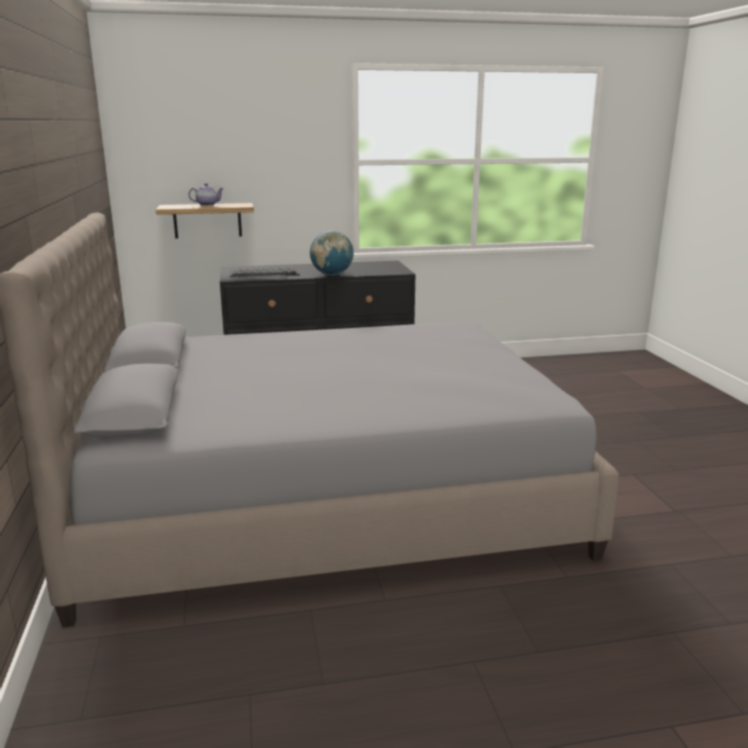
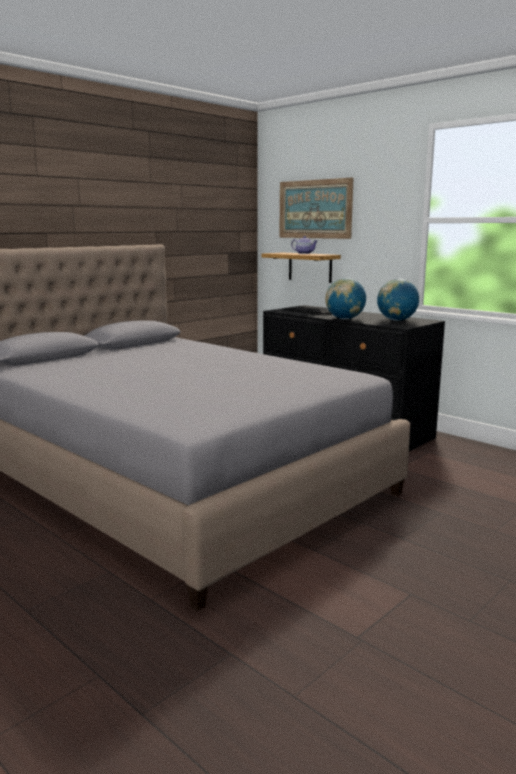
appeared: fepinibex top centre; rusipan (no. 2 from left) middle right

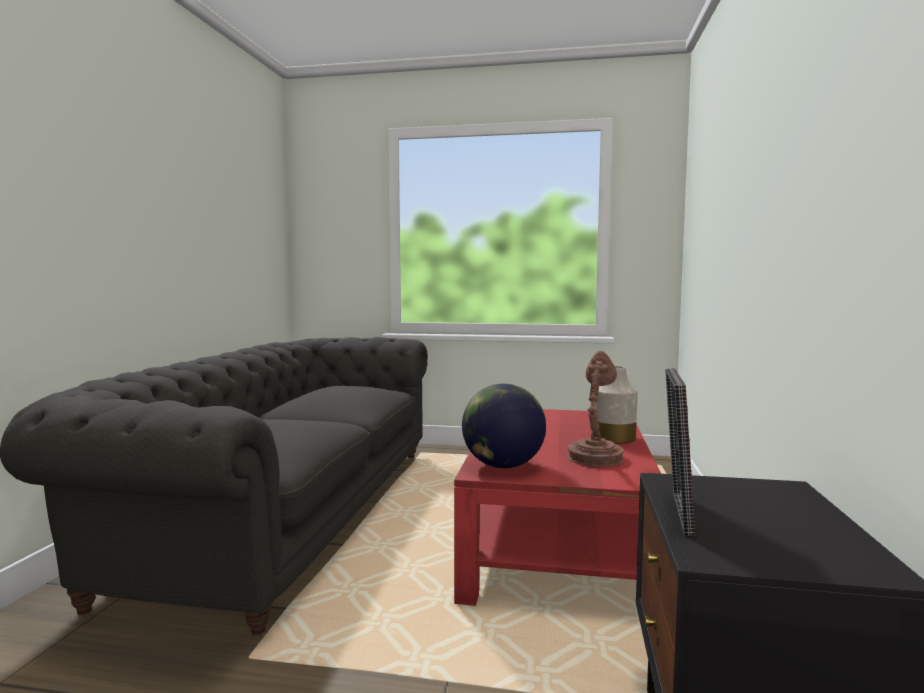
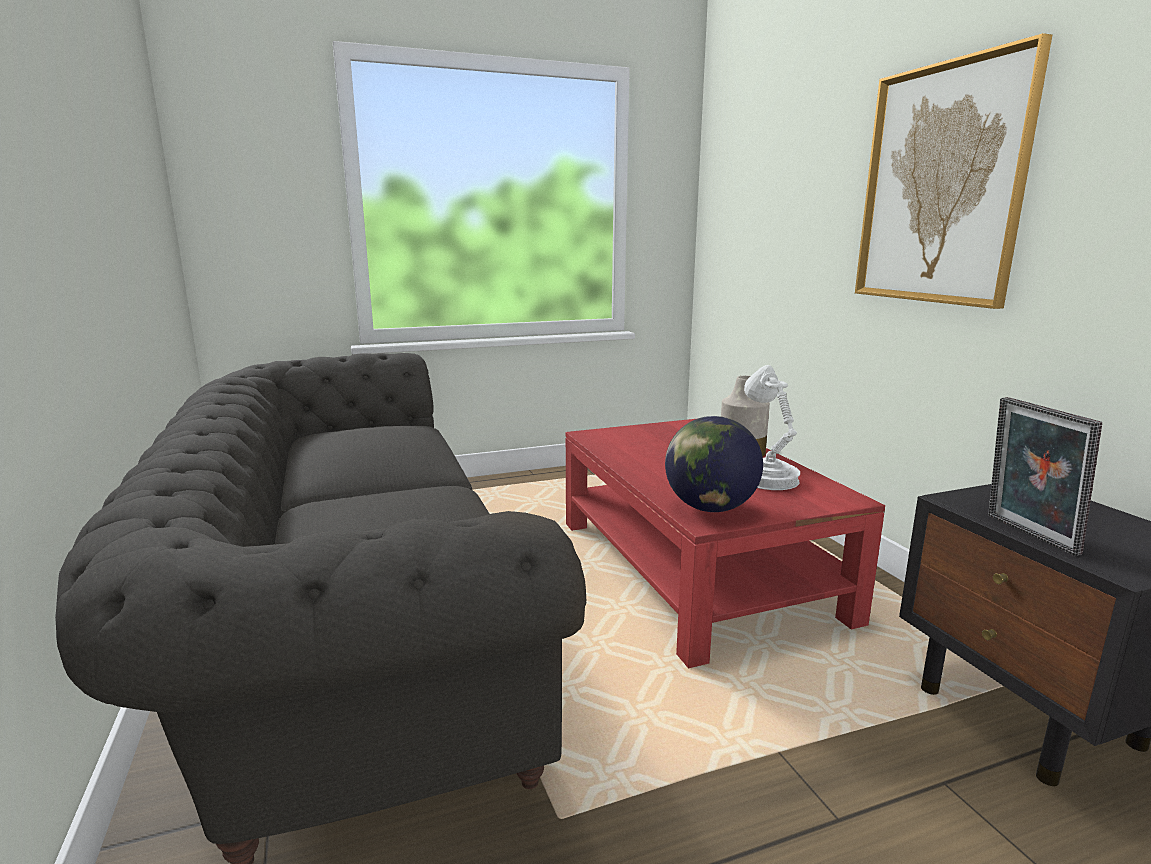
appeared: fepinibex top right
colour: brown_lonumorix centre to white_lonumorix middle right

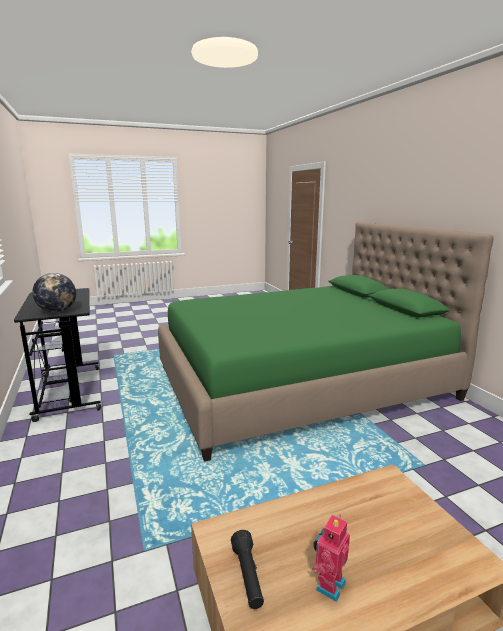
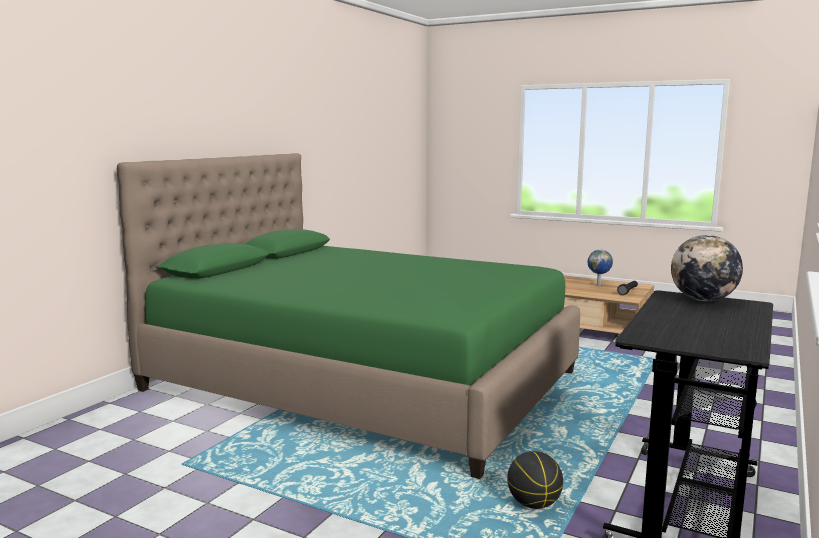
appeared: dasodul bottom centre
exchanged: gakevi bottom centre to rusipan (no. 1 from left) middle right

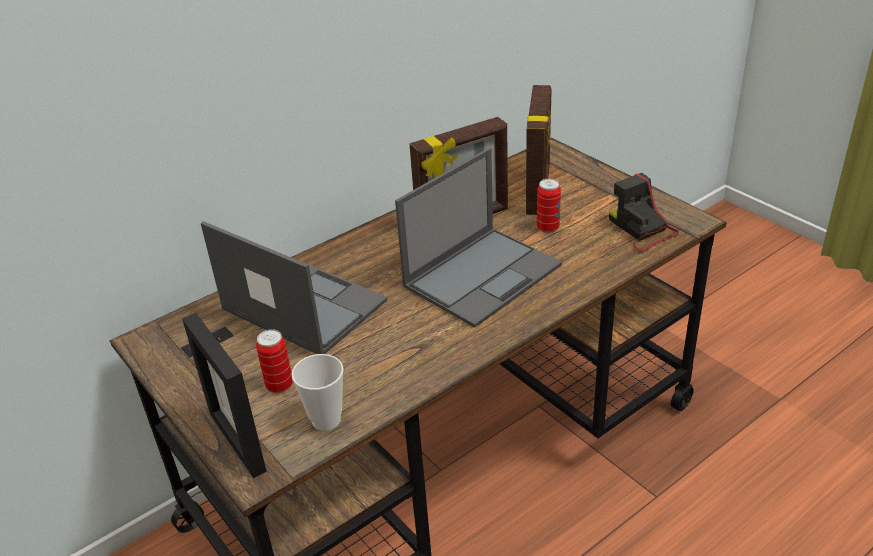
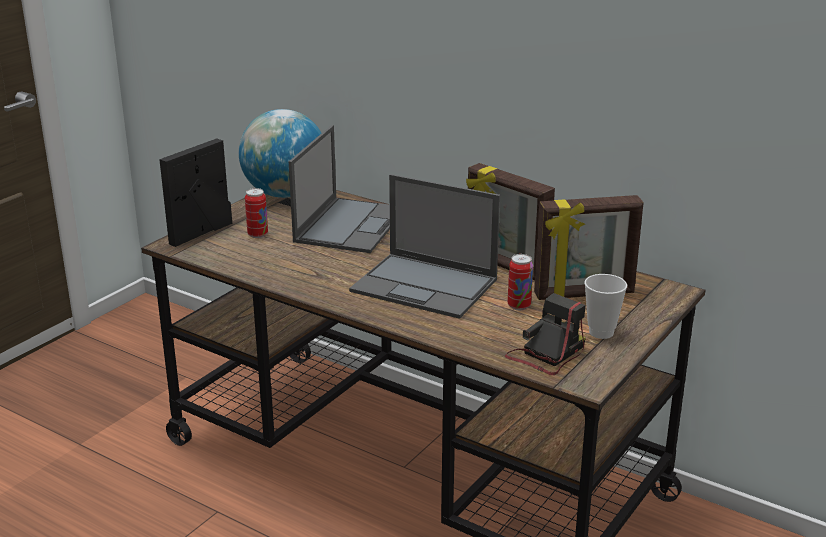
appeared: rusipan top centre
relocated: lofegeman bottom centre to middle right

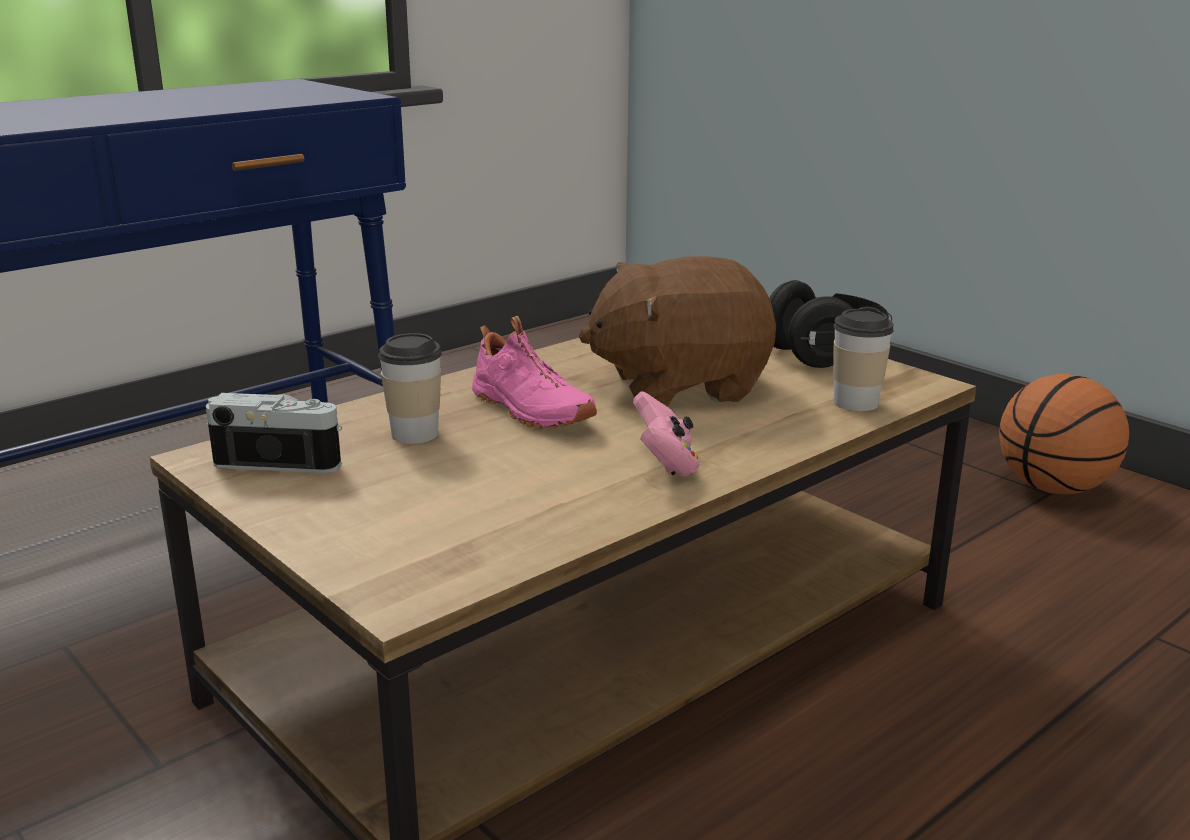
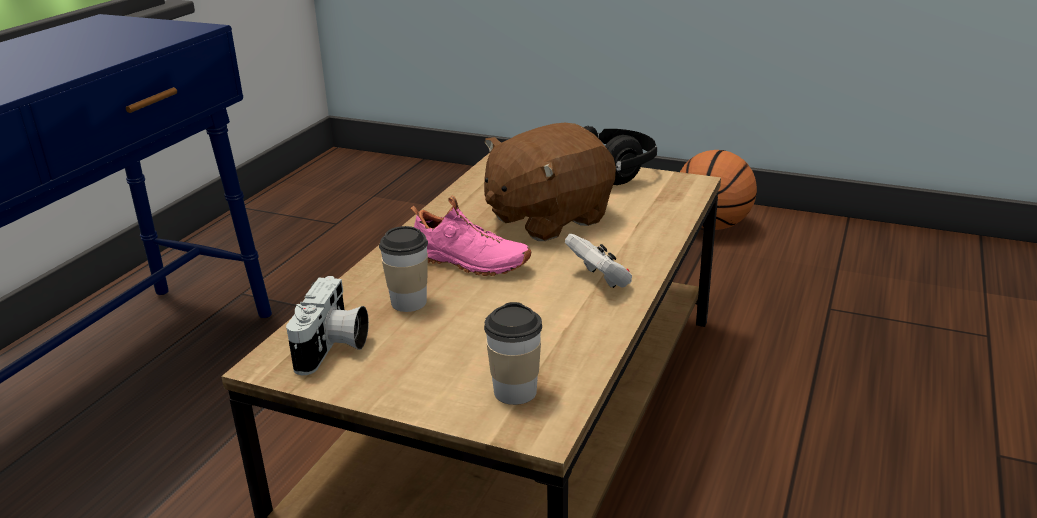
relocated: lofegeman (no. 2 from left) middle right to bottom centre
colour: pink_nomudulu centre to white_nomudulu centre
spun: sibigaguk middle left = middle left 120 degrees clockwise

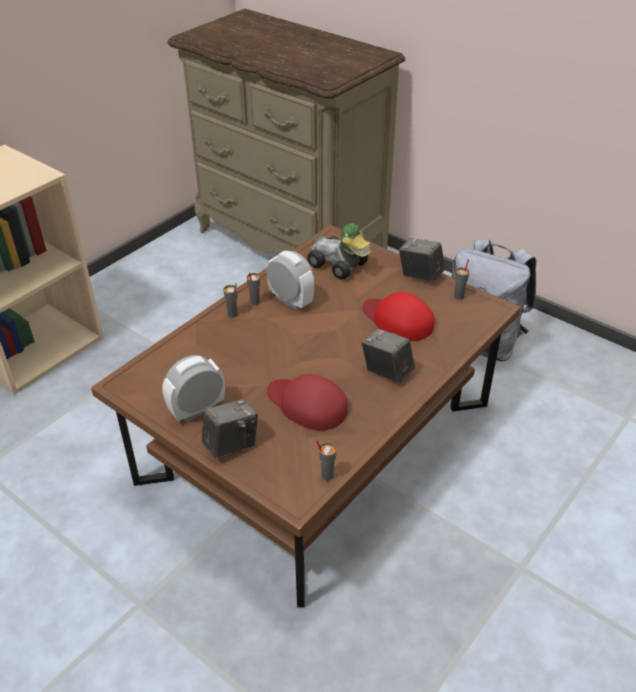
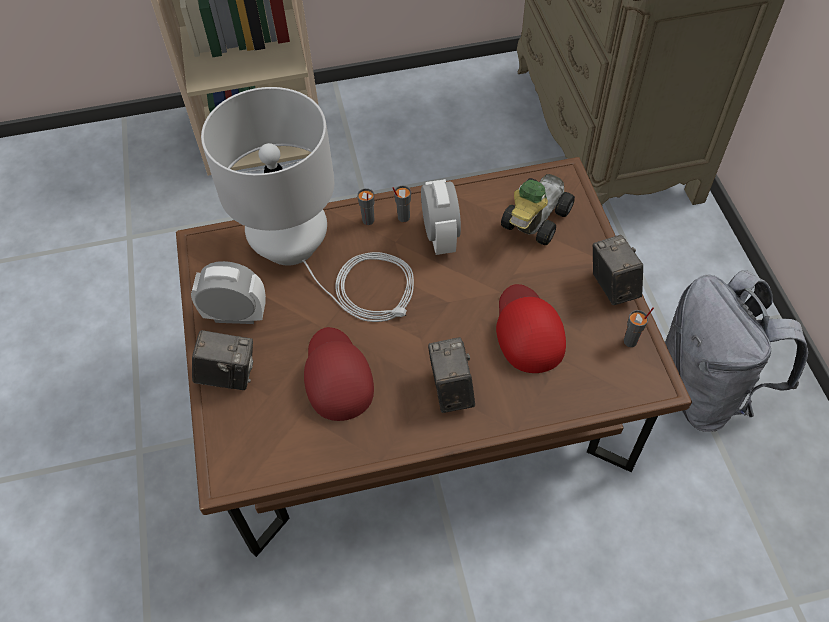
missing: grey_lofegeman (no. 3 from left) centre
appeared: white_lonumorix top centre
spun: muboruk centre = centre 45 degrees clockwise

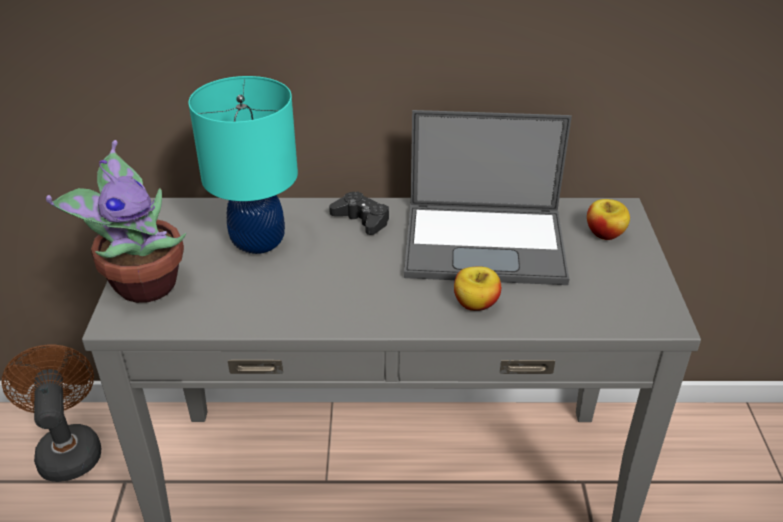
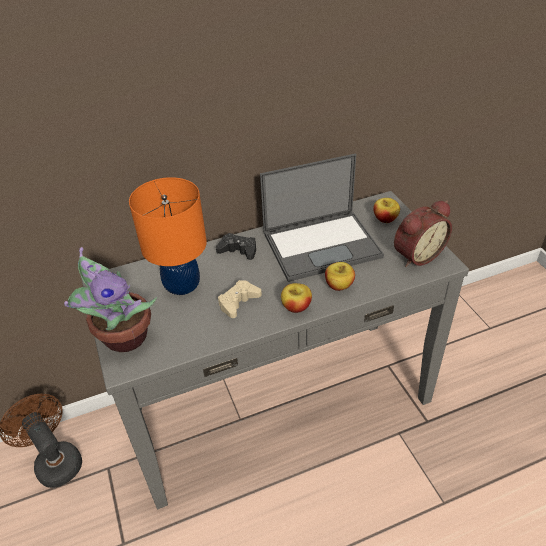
appeared: beige_nomudulu centre; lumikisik (no. 1 from left) centre; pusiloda middle right
colour: turquoise_lonumorix top left to orange_lonumorix middle left

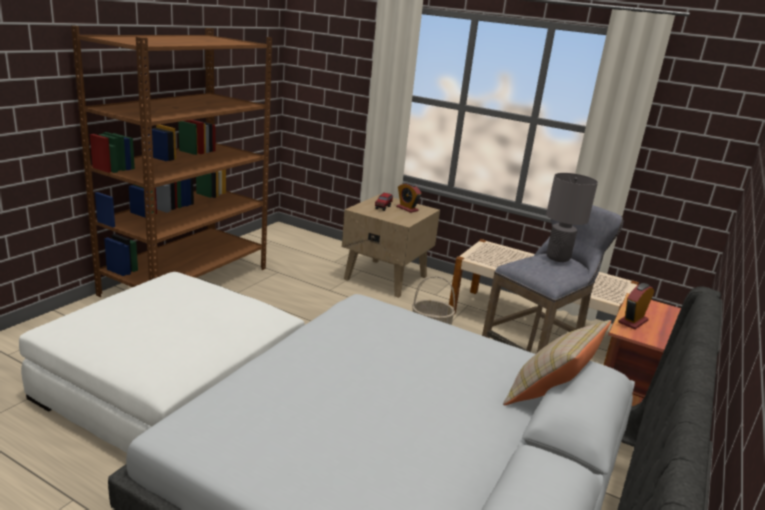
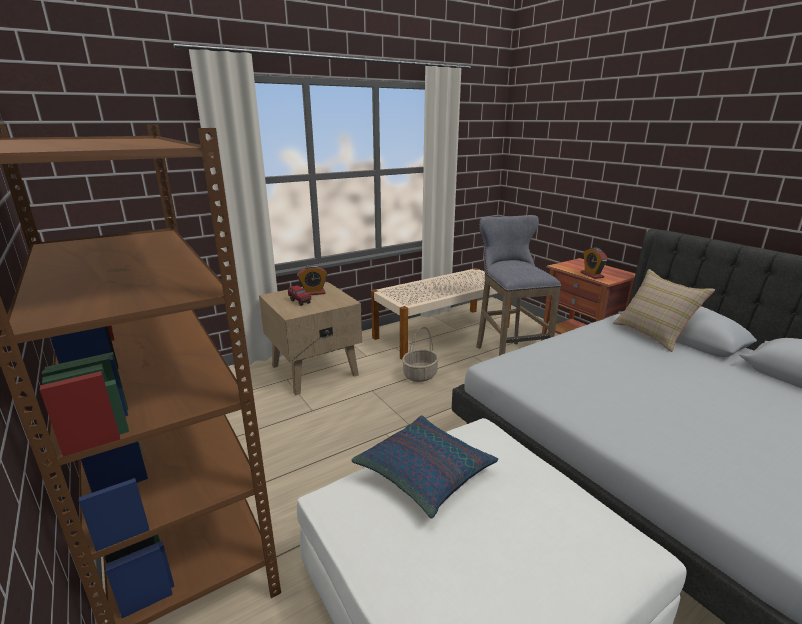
missing: grey_lonumorix middle right
appeared: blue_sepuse bottom centre

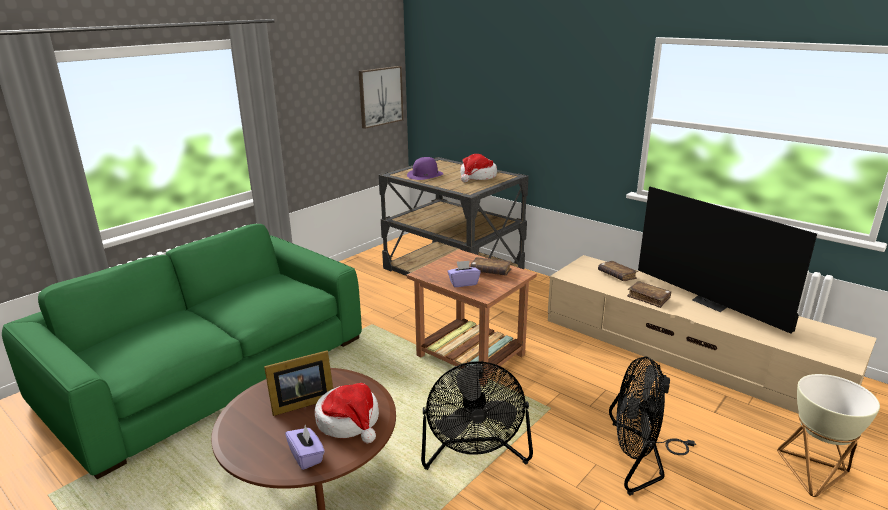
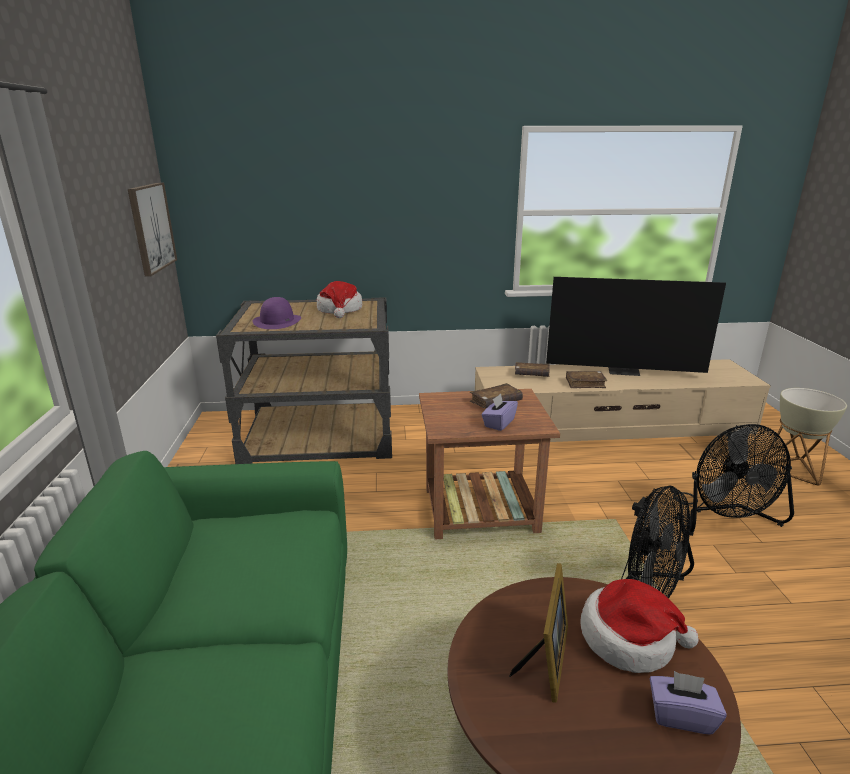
spun: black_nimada (no. 2 from left) bottom right = middle right 60 degrees counterclockwise

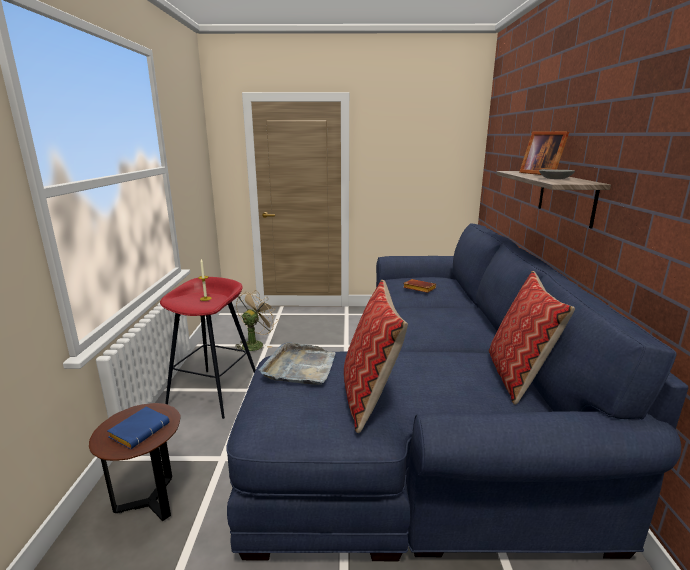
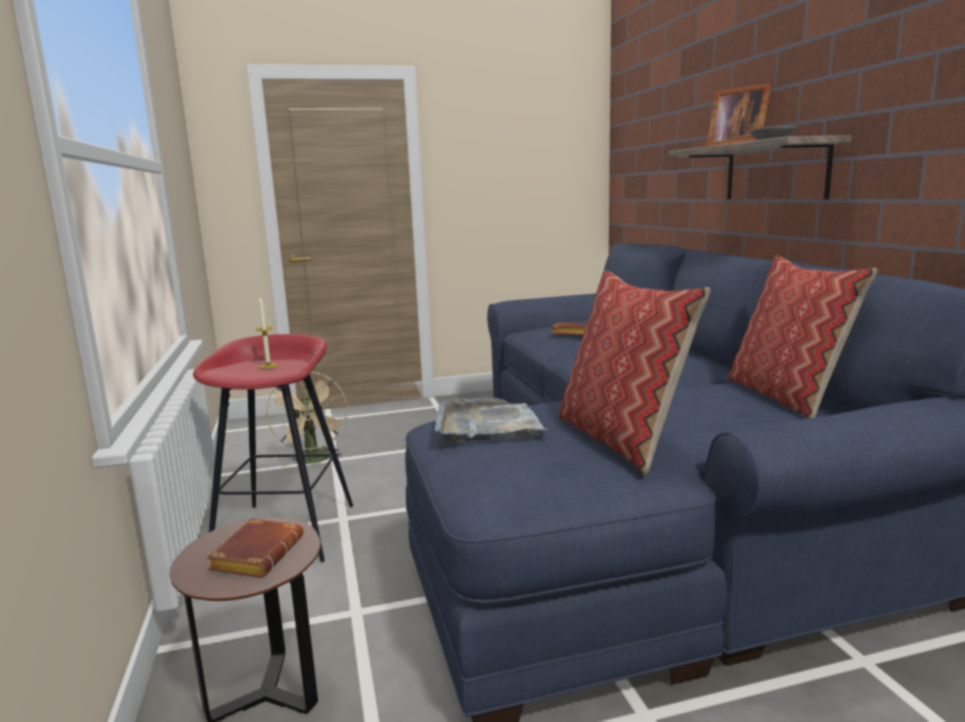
colour: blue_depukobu bottom left to brown_depukobu (no. 1 from left) bottom left
spun: beige_nimada centre = middle left 150 degrees clockwise

